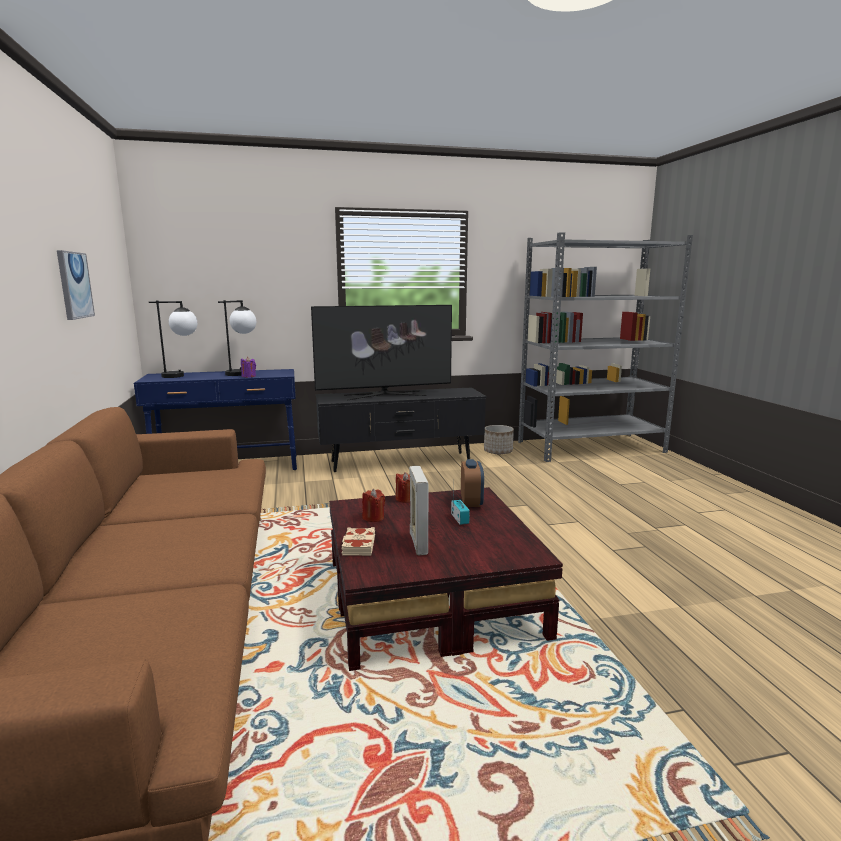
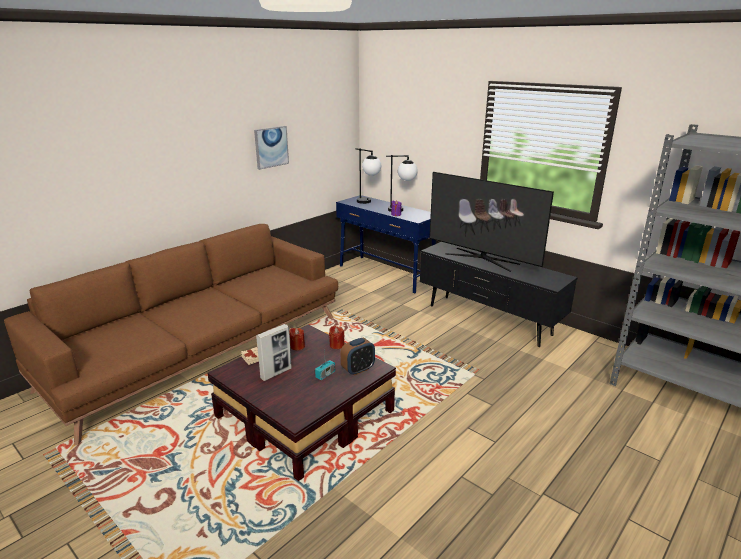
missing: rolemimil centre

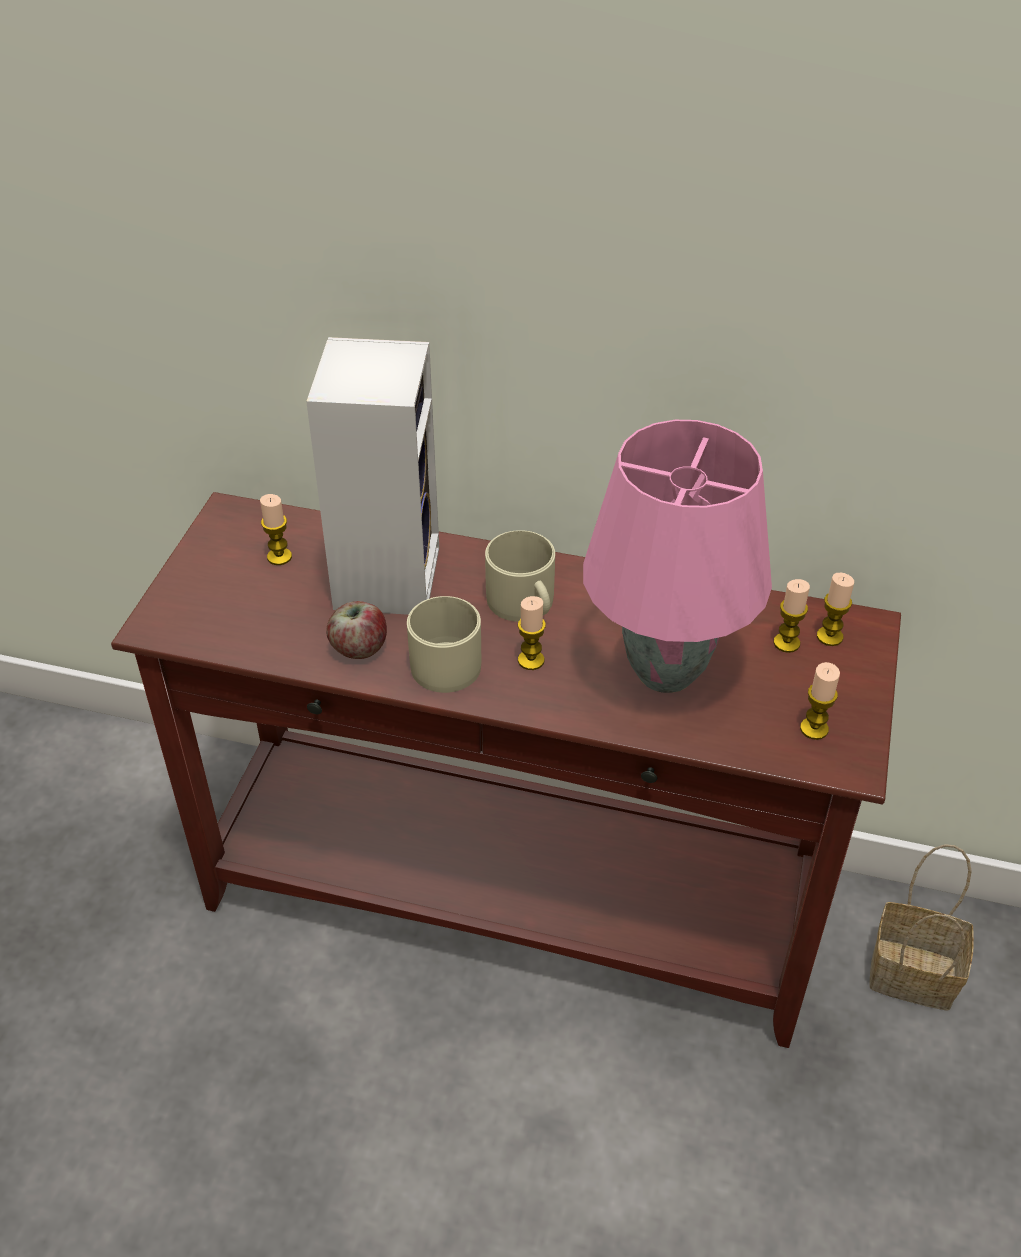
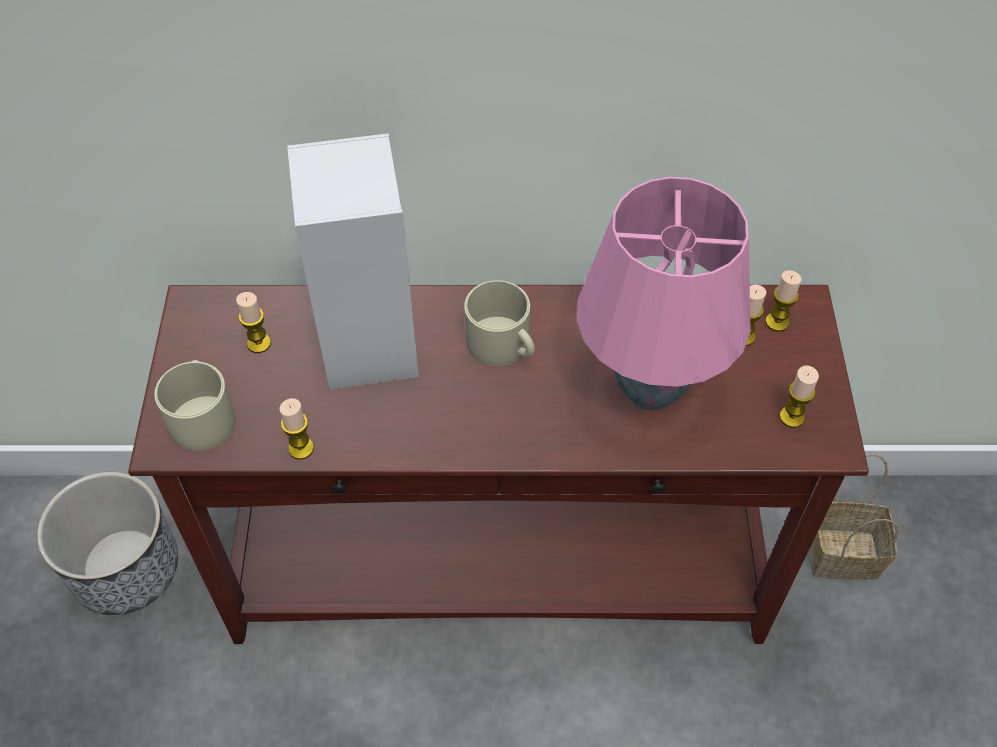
missing: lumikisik centre
appeared: rolemimil bottom left
relocated: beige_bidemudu (no. 1 from left) centre to middle left; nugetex (no. 2 from left) centre to middle left

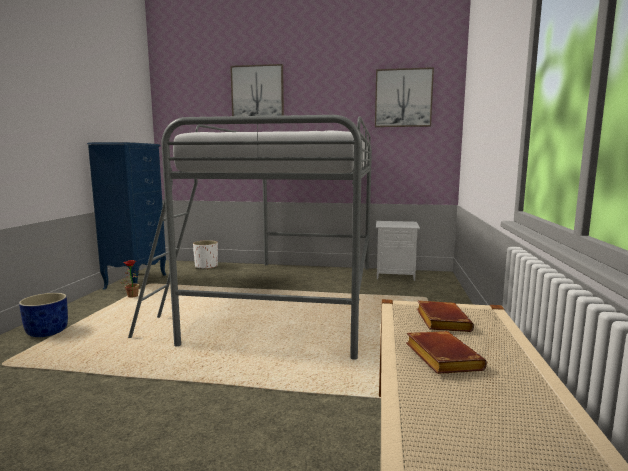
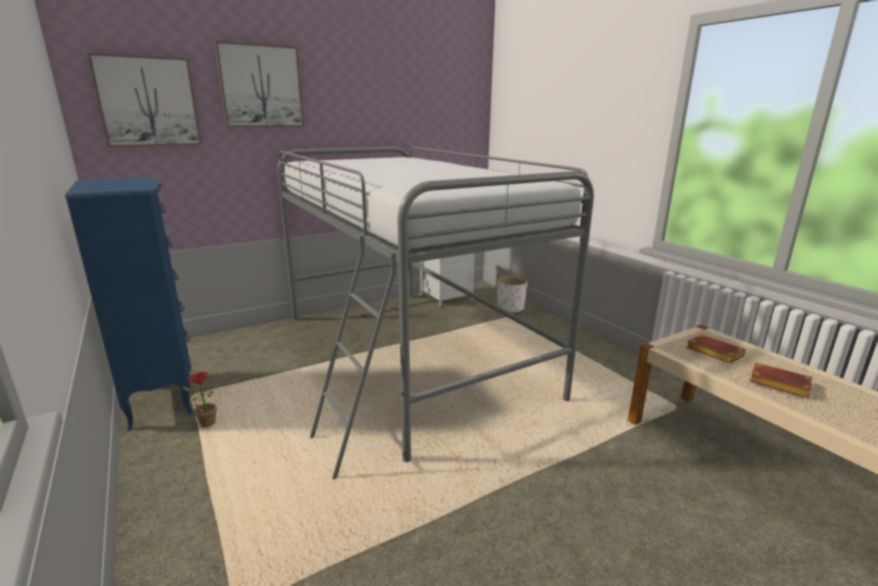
missing: blue_rolemimil bottom left
relocated: white_rolemimil middle left to centre; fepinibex (no. 2 from left in the first image) top centre to fepinibex (no. 1 from left) top left

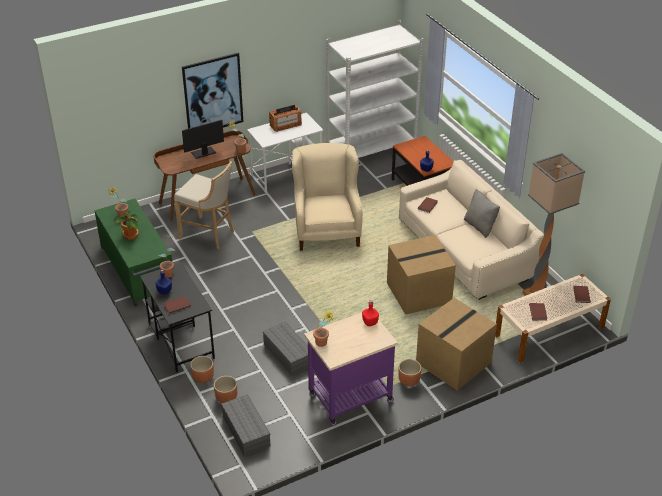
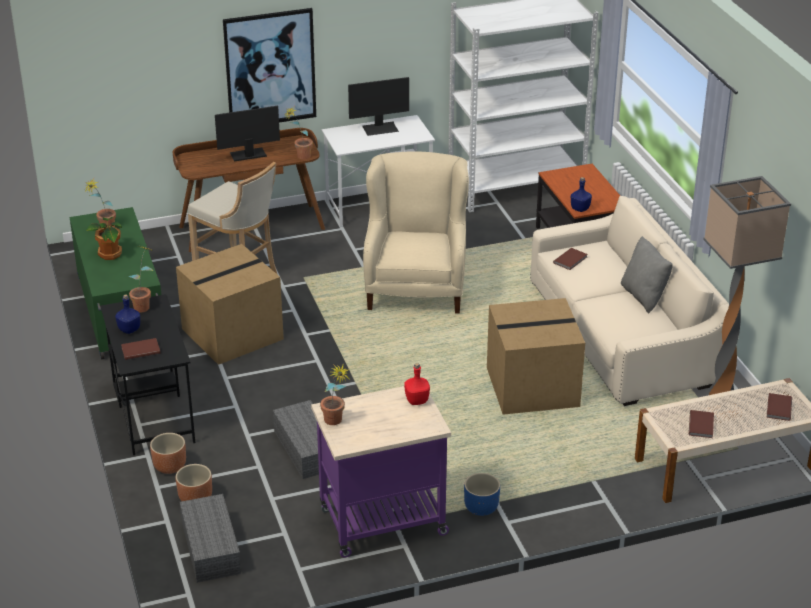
relocated: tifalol (no. 2 from left in the first image) bottom right to tifalol (no. 1 from left) middle left
exchanged: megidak top centre to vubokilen (no. 2 from left) top centre
colour: brown_rolemimil (no. 3 from left) bottom centre to blue_rolemimil bottom centre

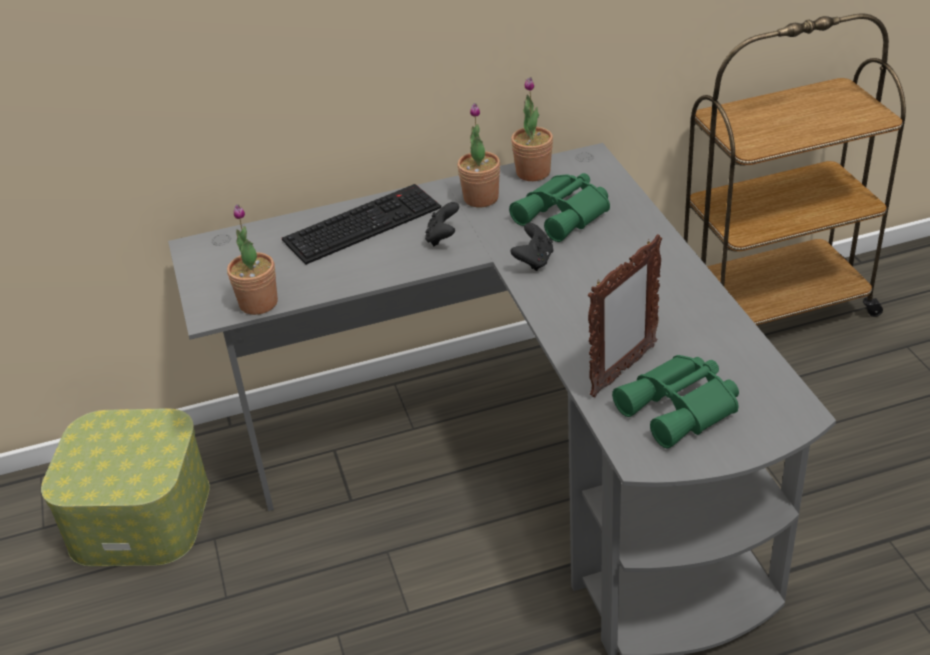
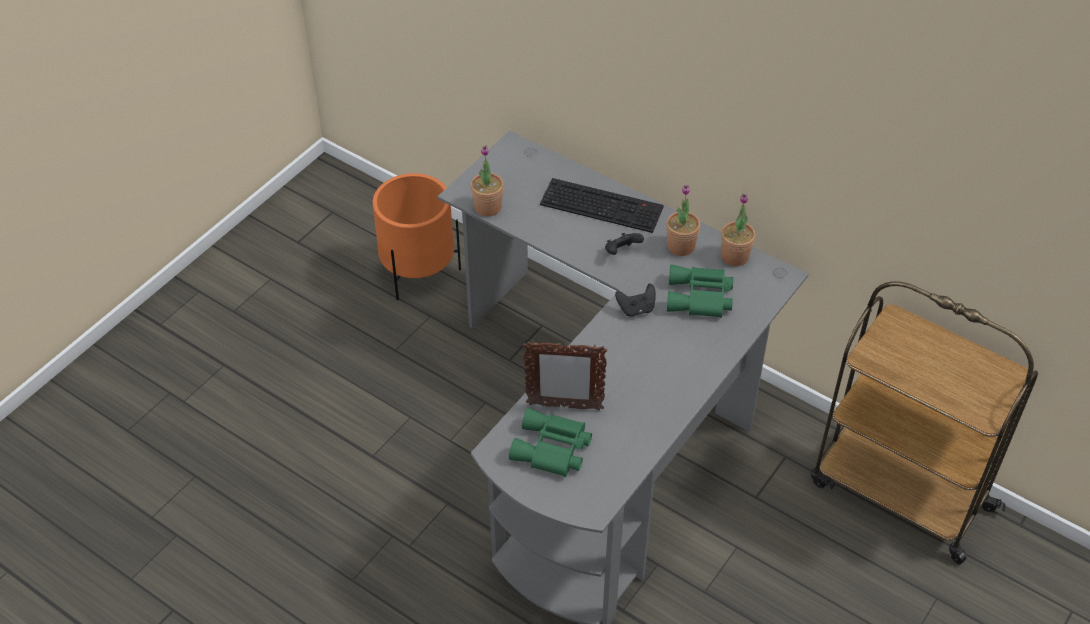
exchanged: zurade bottom left to orange_rolemimil centre

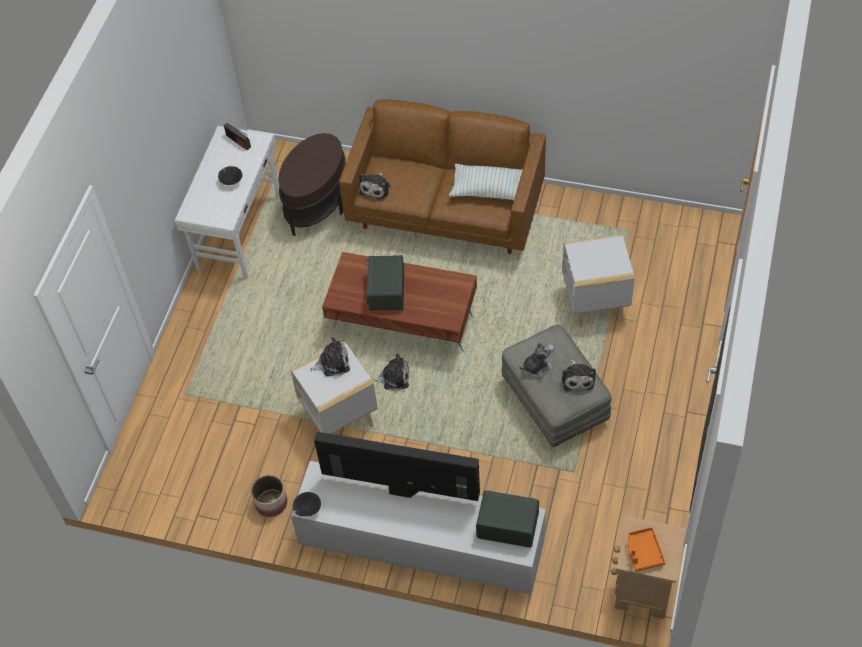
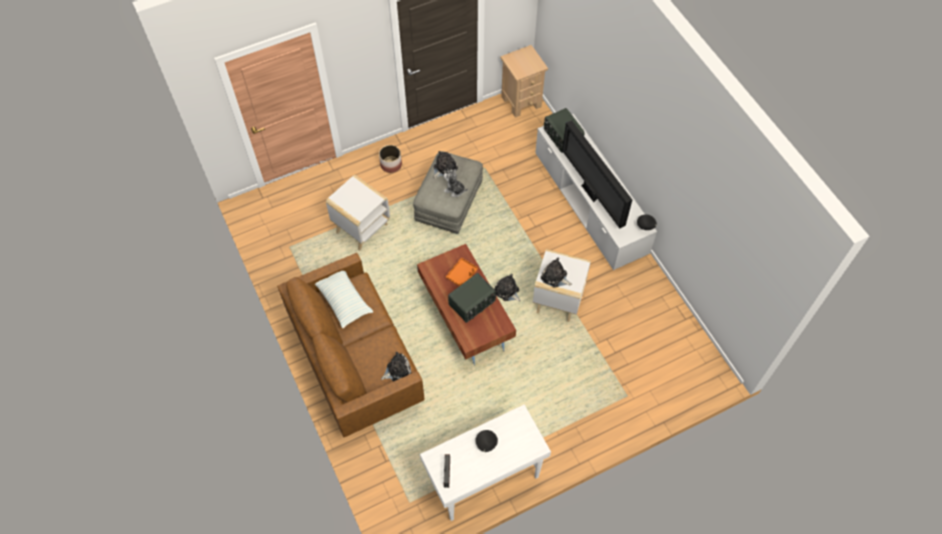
missing: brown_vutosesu top centre
relocated: rolemimil bottom left to top centre; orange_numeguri bottom right to centre

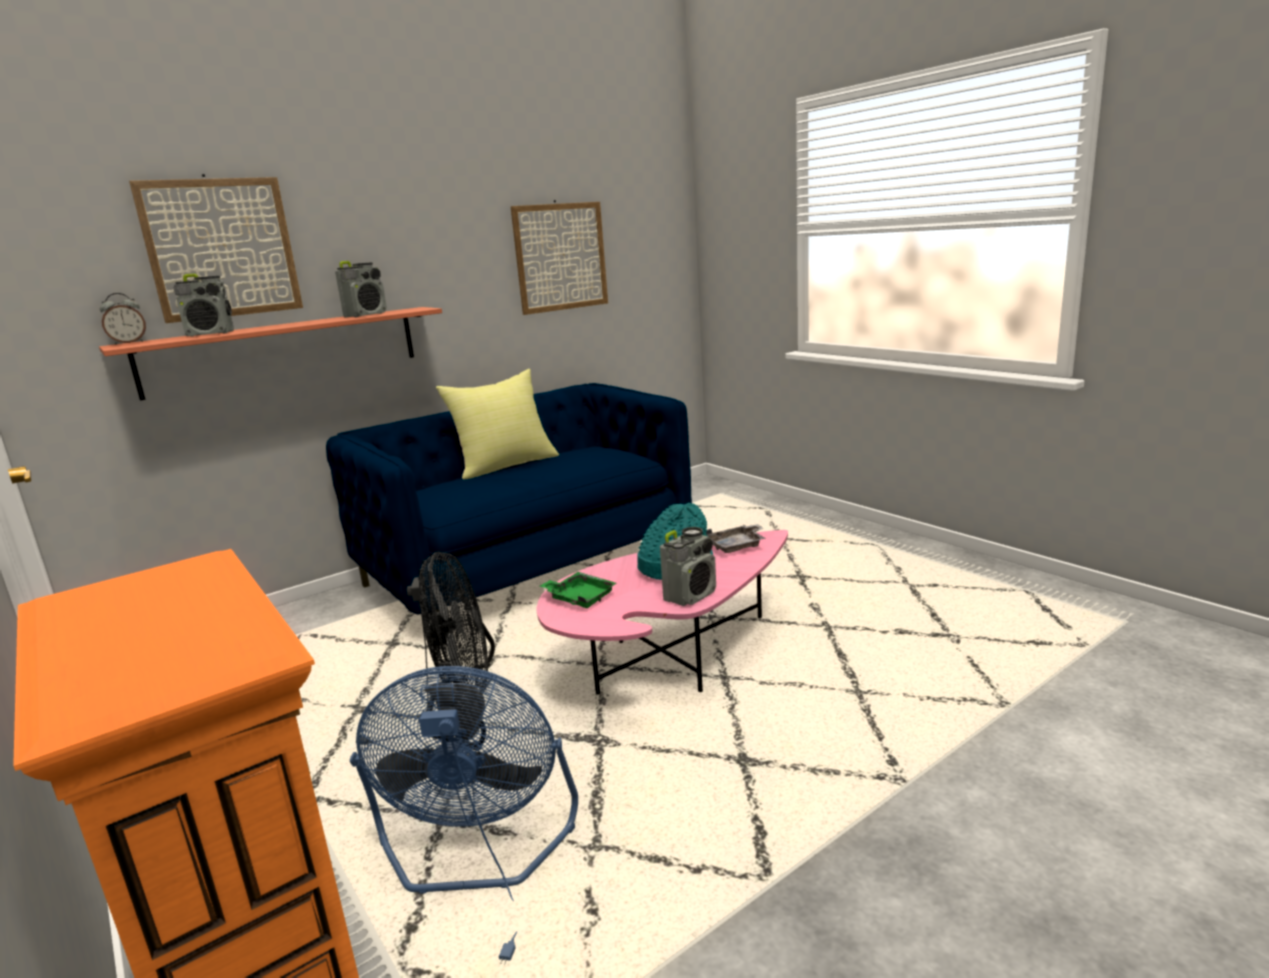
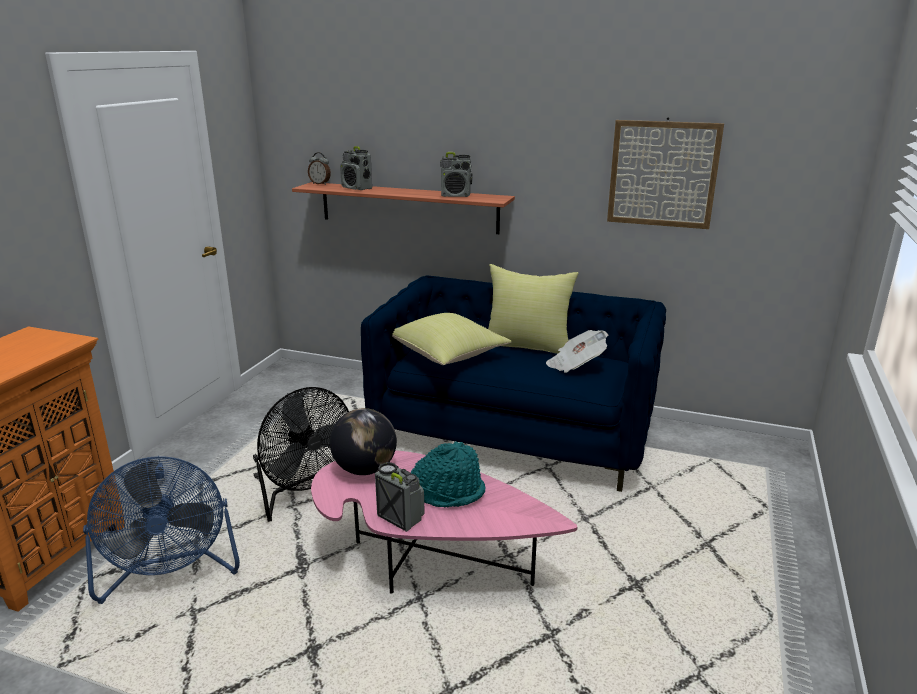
missing: fepinibex (no. 1 from left) top left; grey_numeguri centre
appeared: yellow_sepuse (no. 1 from left) centre; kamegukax centre
exchanged: green_numeguri centre to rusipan centre
spun: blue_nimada bottom centre = bottom left 105 degrees clockwise; megidak (no. 3 from left in the first image) centre = bottom centre 150 degrees counterclockwise

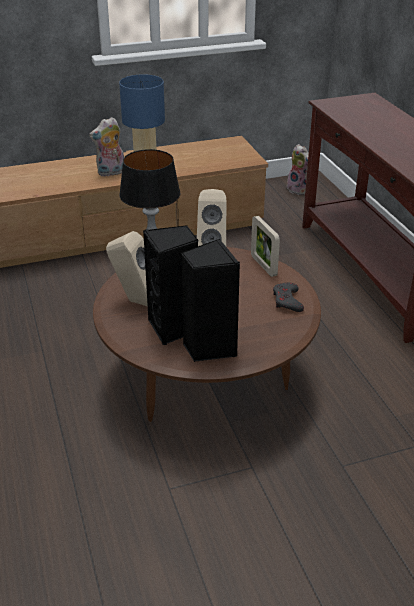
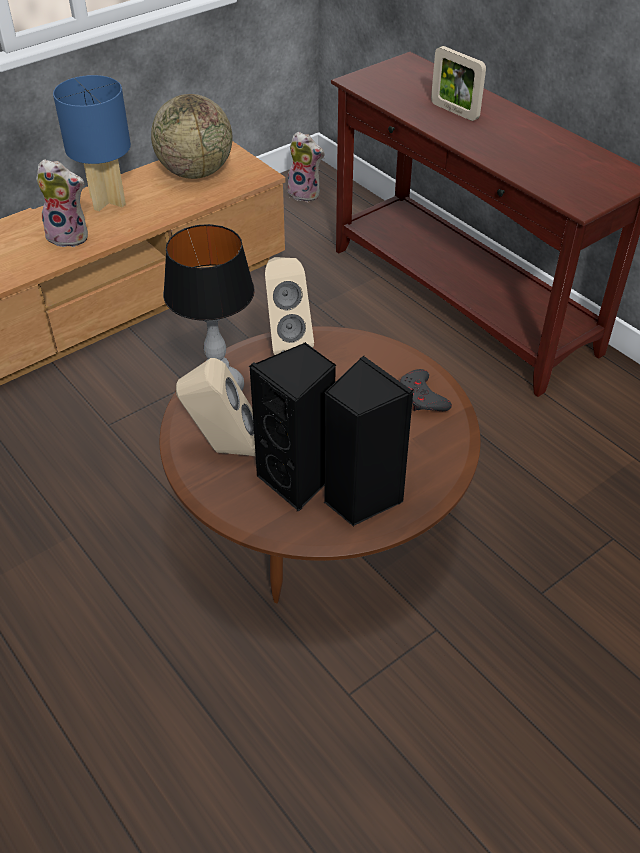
appeared: rusipan top left
relocated: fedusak centre to top right
spun: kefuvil (no. 1 from left) top left = top left 120 degrees counterclockwise

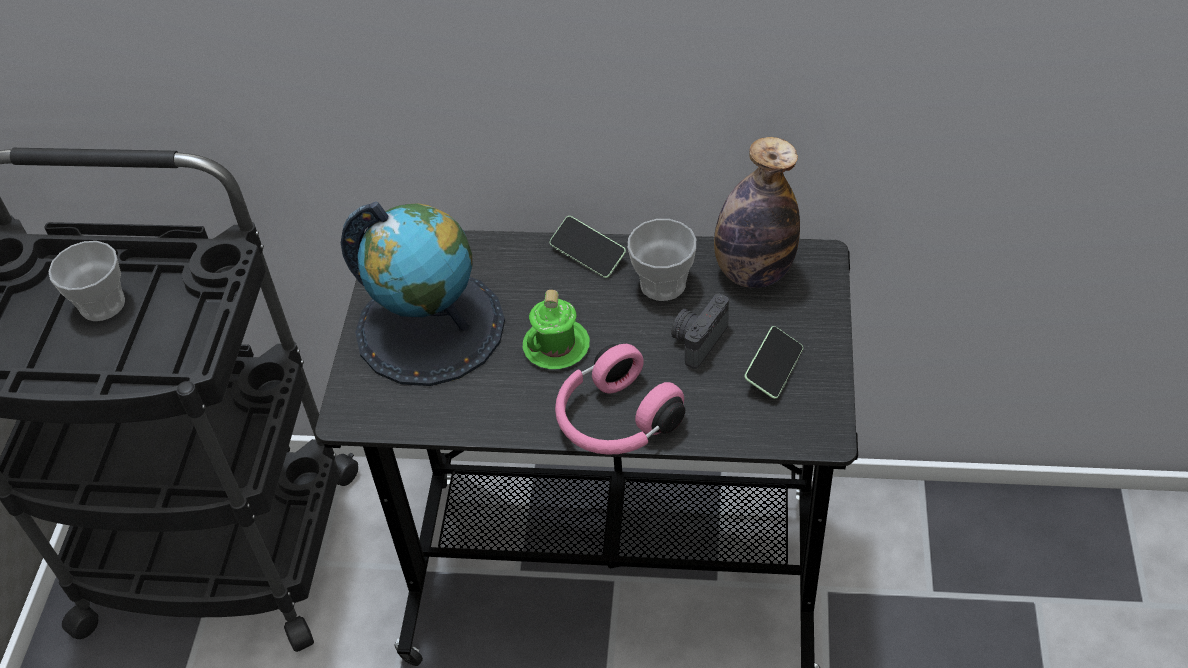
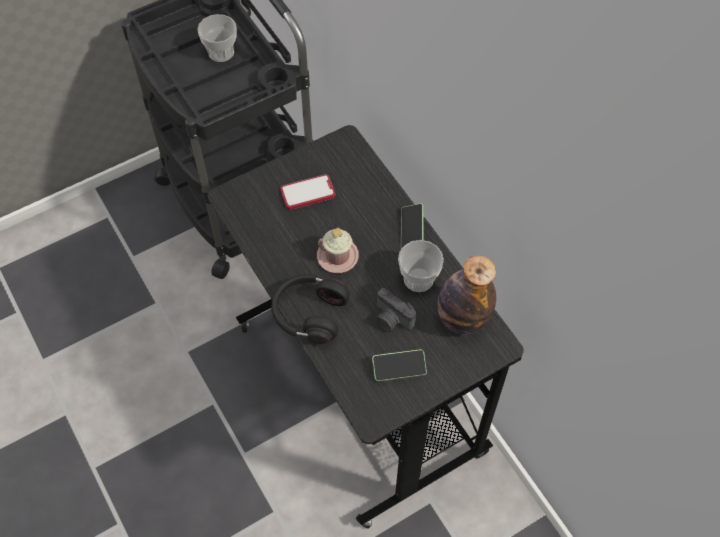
exchanged: rusipan centre to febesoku (no. 1 from left) centre
colour: green_bidemudu centre to pink_bidemudu centre; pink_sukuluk centre to black_sukuluk centre
spun: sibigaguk centre = centre 135 degrees counterclockwise

